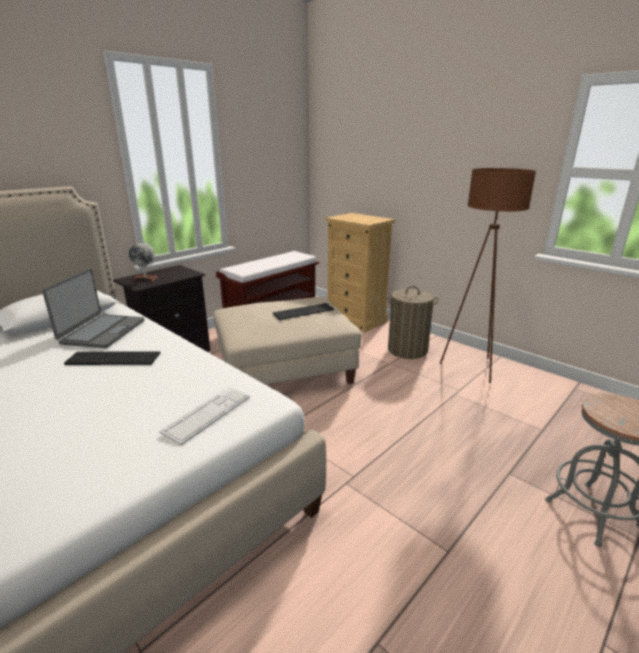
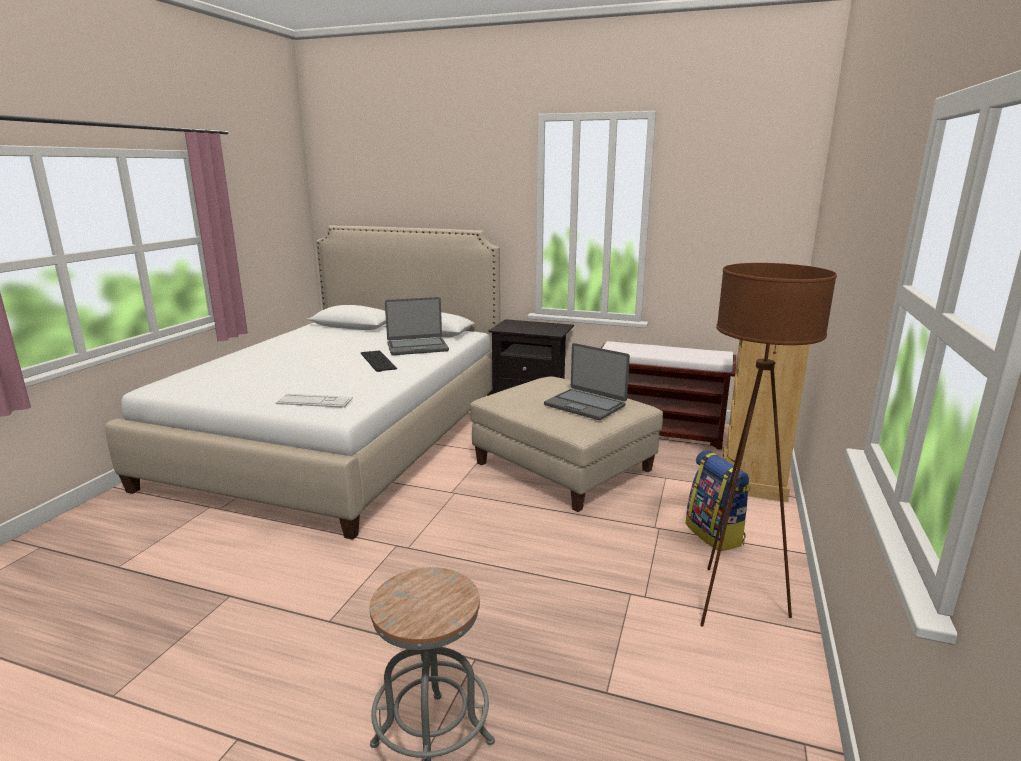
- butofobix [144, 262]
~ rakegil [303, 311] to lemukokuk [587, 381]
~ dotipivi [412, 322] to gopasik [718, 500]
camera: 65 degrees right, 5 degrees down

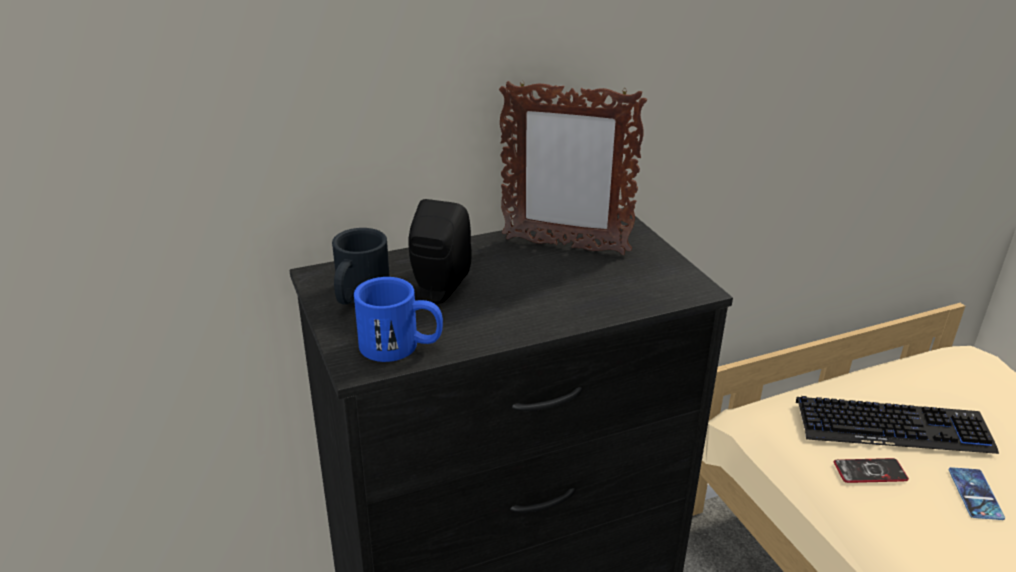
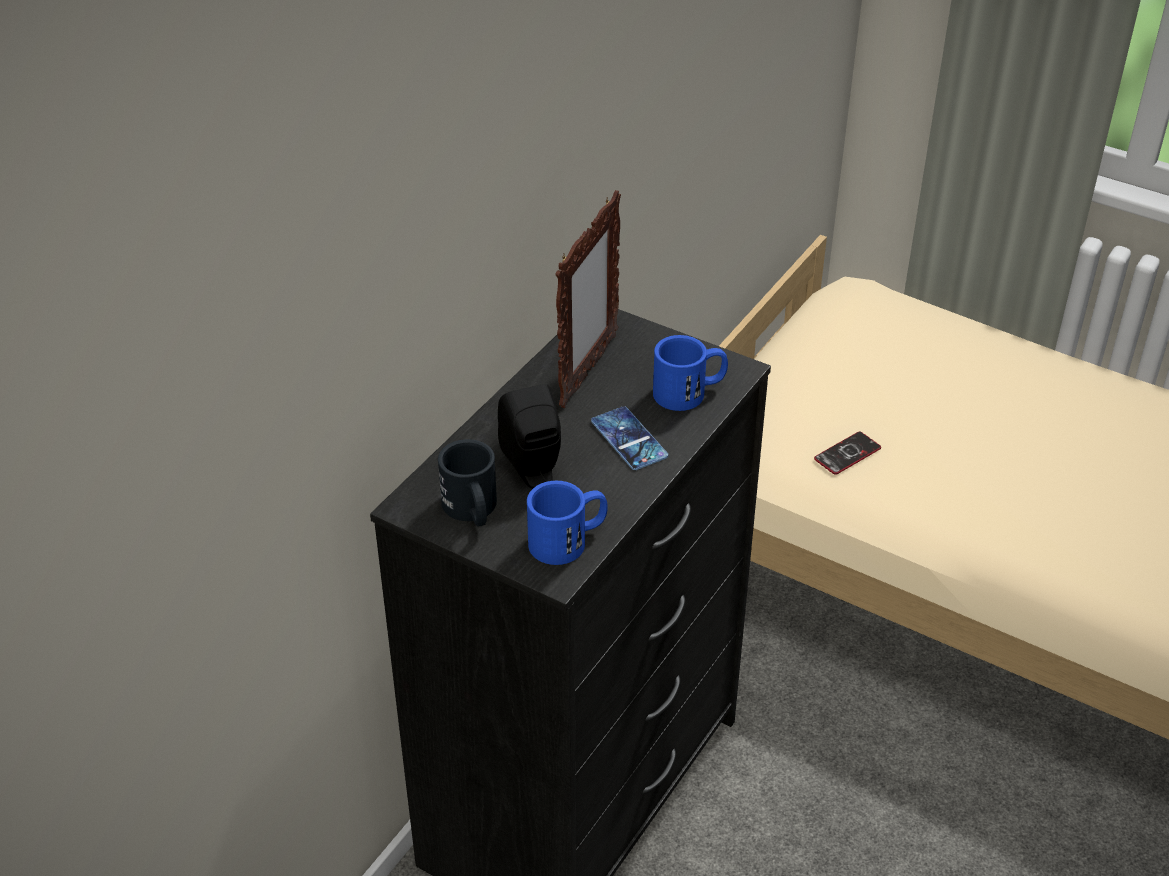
- rakegil [897, 425]
+ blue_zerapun [690, 373]
~ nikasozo [976, 493] to [629, 438]
~ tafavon [573, 167] = [588, 299] 45 degrees counterclockwise
camera: 35 degrees left, 10 degrees up

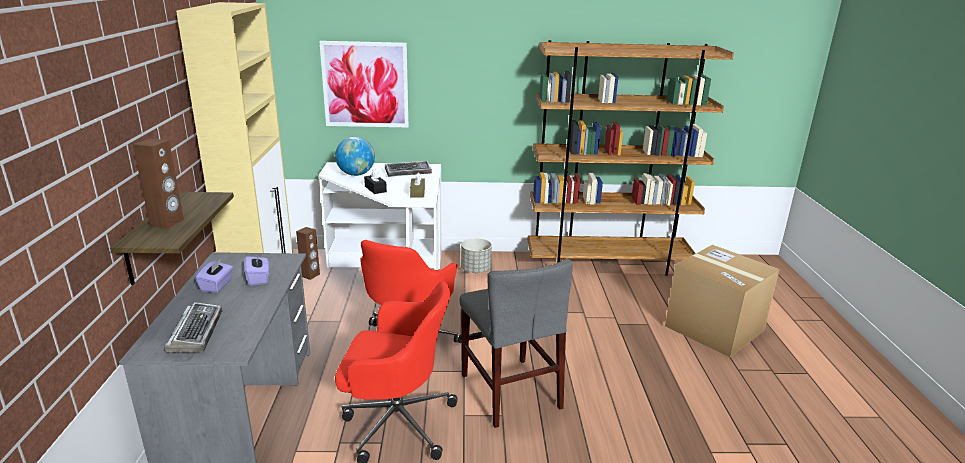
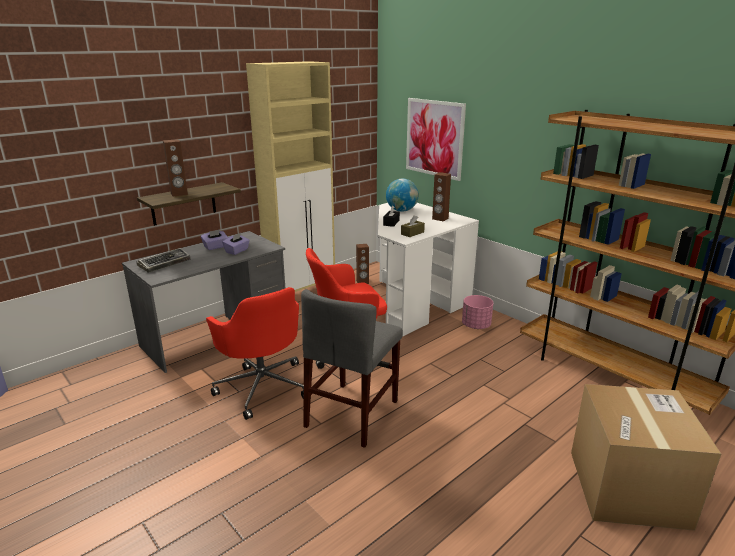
~ rakegil [408, 168] to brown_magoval [441, 197]
~ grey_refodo [476, 255] to pink_refodo [477, 312]
camera: 50 degrees right, 0 degrees up

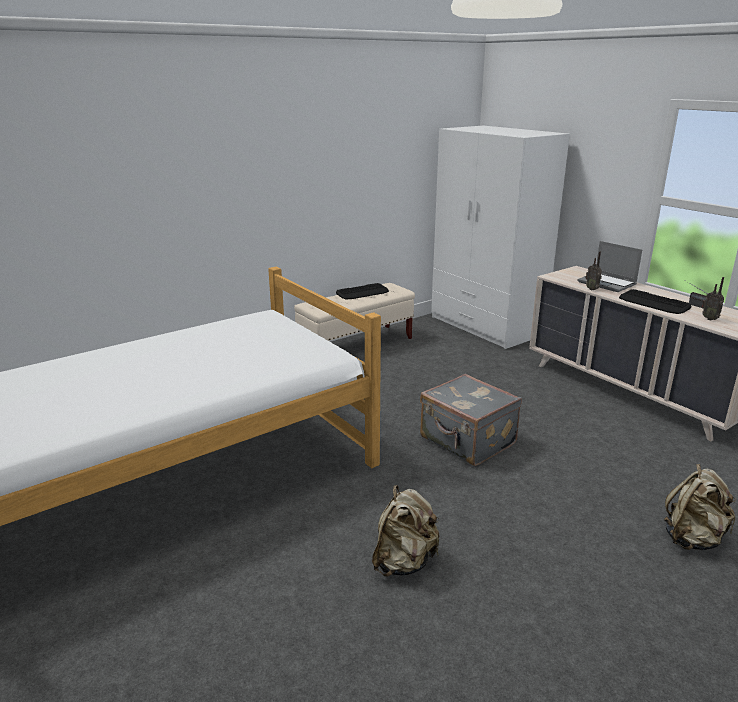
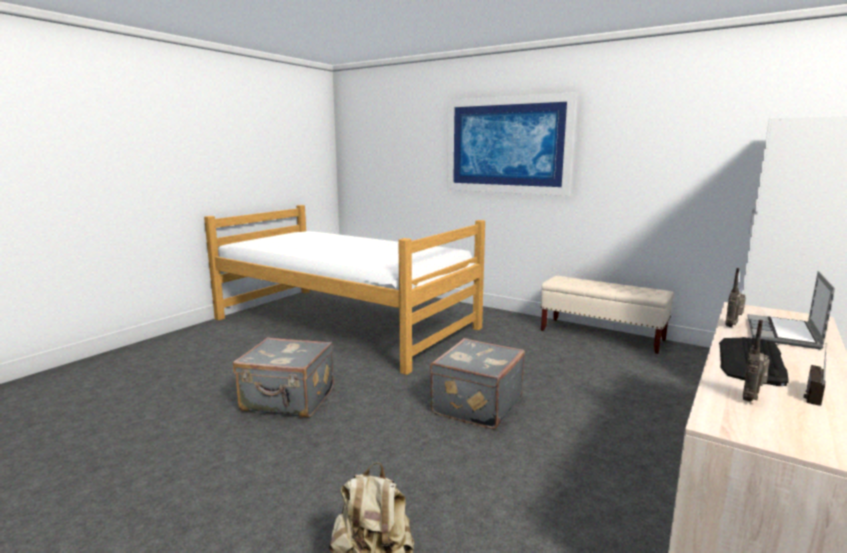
- rakegil [362, 291]
+ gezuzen [512, 144]
~ beige_gopasik [405, 531] to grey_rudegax [283, 377]
camera: 70 degrees right, 10 degrees down

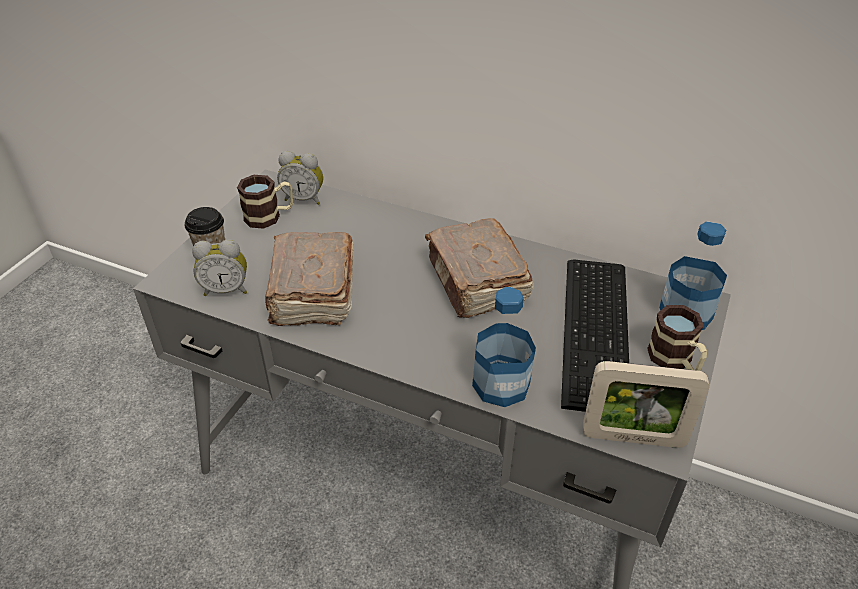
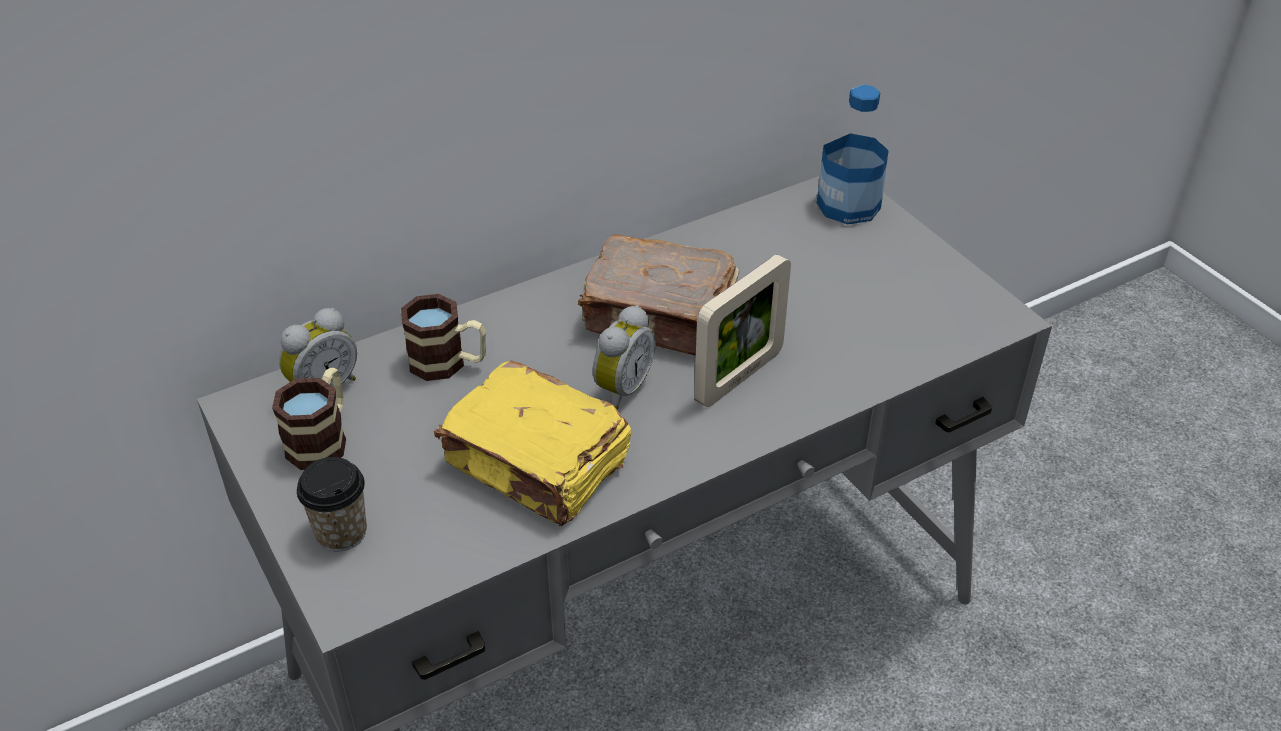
- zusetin [504, 347]
- rakegil [595, 335]
~ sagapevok [219, 267] to [624, 357]
~ tafavon [646, 404] to [742, 331]
~ zerapun [677, 338] to [443, 337]
~ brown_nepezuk [309, 279] to yellow_nepezuk [532, 443]
camera: 55 degrees left, 0 degrees up

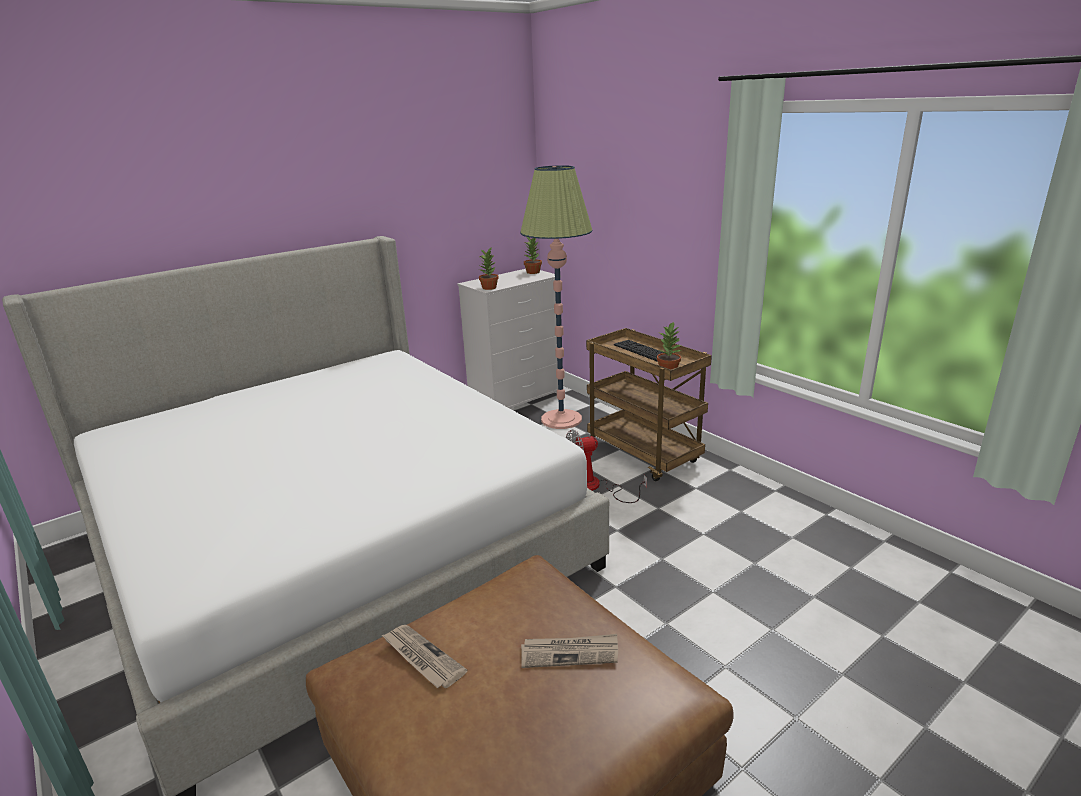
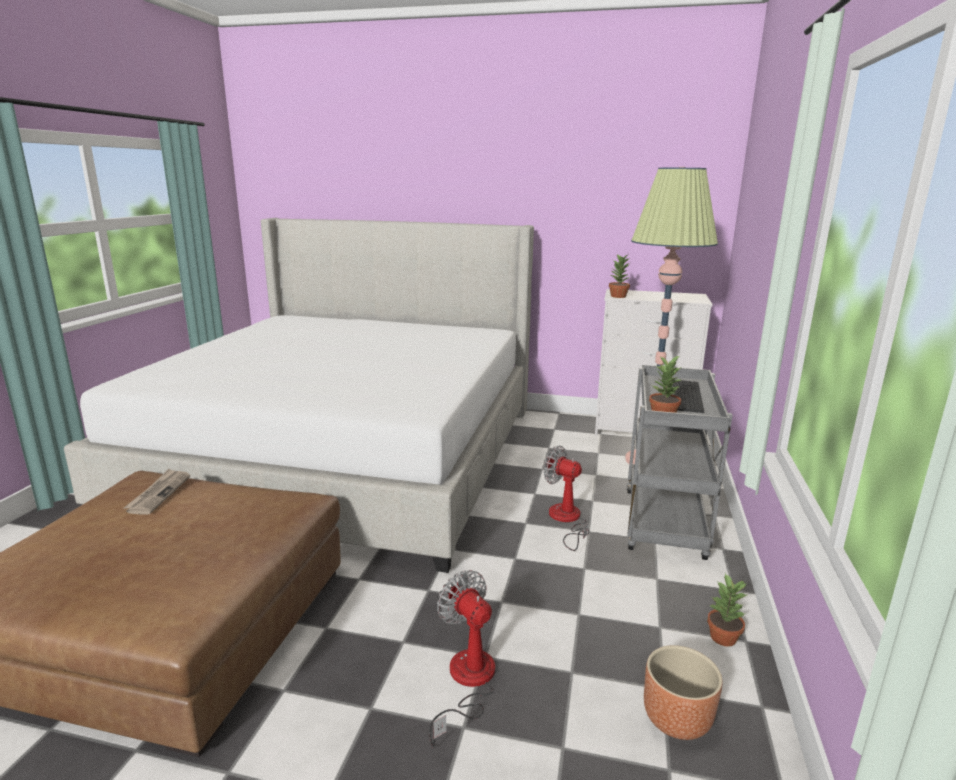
- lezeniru [569, 651]
+ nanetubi [462, 658]
+ brown_refodo [683, 692]
~ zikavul [533, 255] to [727, 610]
~ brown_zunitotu [649, 404] to grey_zunitotu [680, 462]
camera: 50 degrees right, 5 degrees down

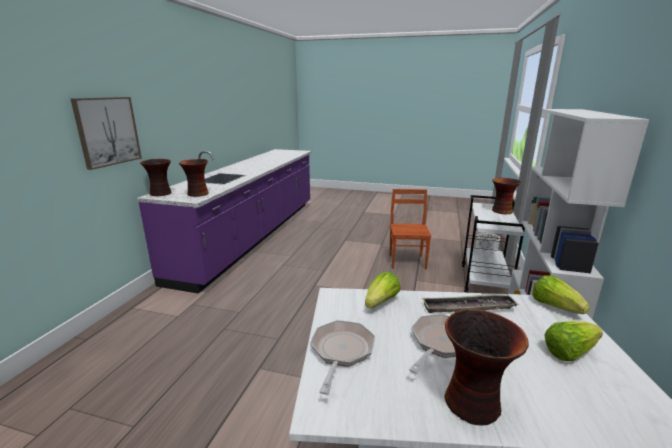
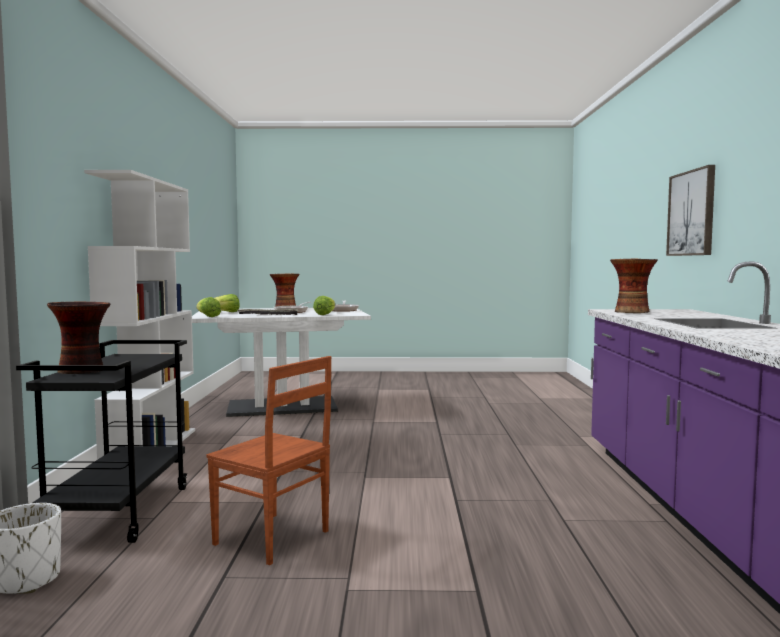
- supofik [156, 177]
~ white_zunitotu [493, 244] to black_zunitotu [102, 441]
~ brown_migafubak [410, 229] = [268, 460] 45 degrees counterclockwise
camera: 165 degrees right, 15 degrees down

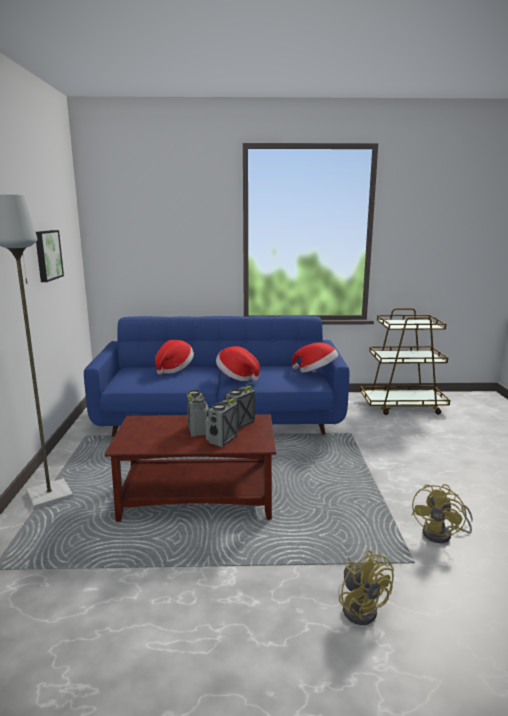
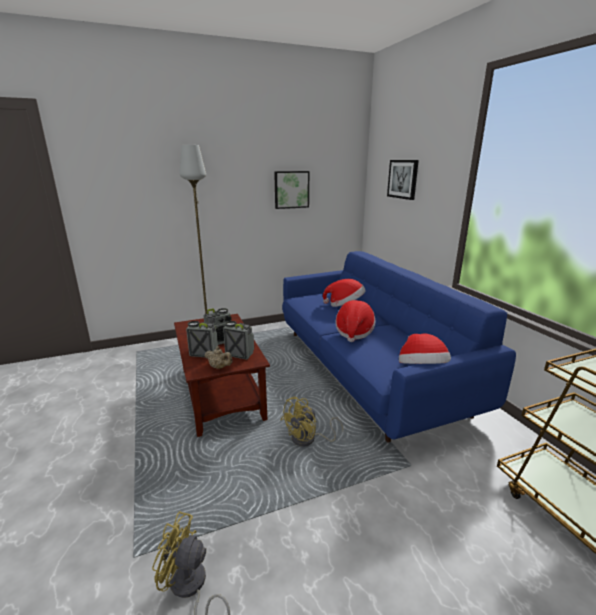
+ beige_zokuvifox [219, 357]
+ gezuzen [403, 180]
~ yellow_nanetubi [366, 587] to [312, 422]
camera: 70 degrees right, 5 degrees up

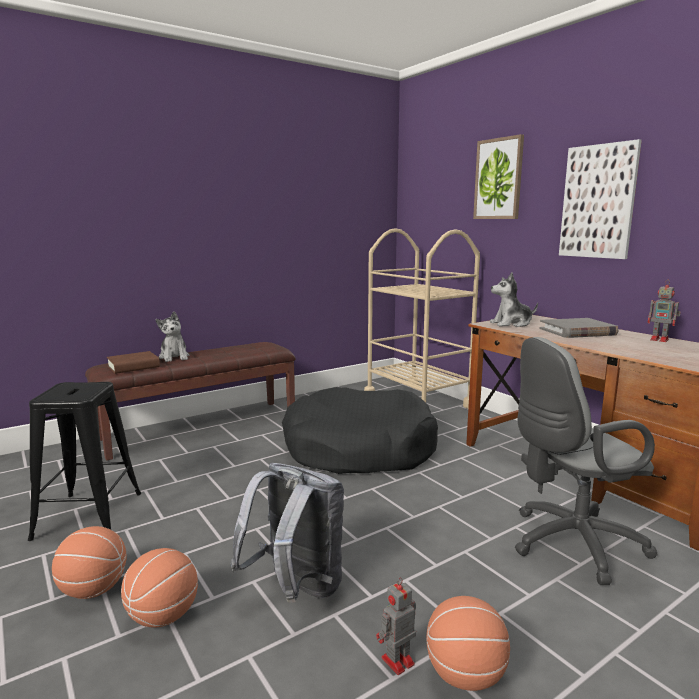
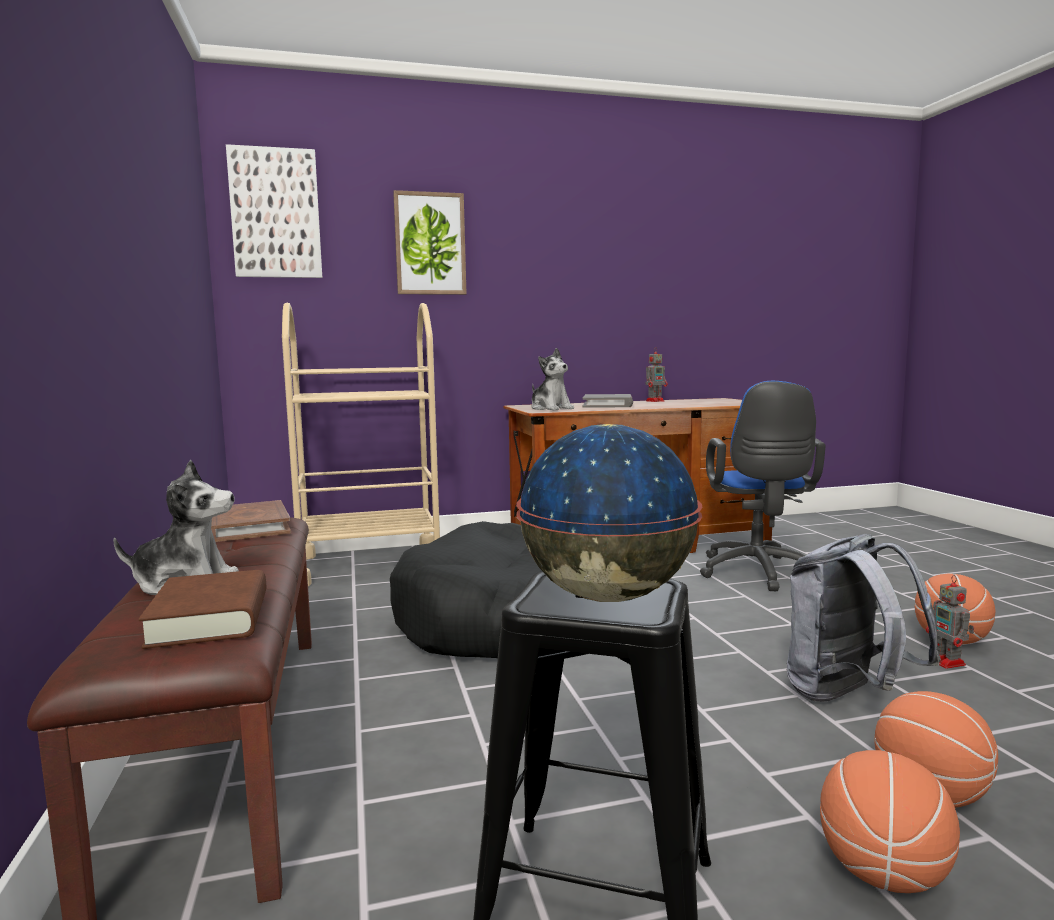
+ brown_nepezuk [251, 521]
+ butofobix [609, 513]
~ gezuzen [600, 199] to [274, 211]
~ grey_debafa [586, 461] to blue_debafa [763, 486]
~ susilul [514, 299] = [553, 379] 45 degrees counterclockwise
camera: 70 degrees left, 5 degrees down

